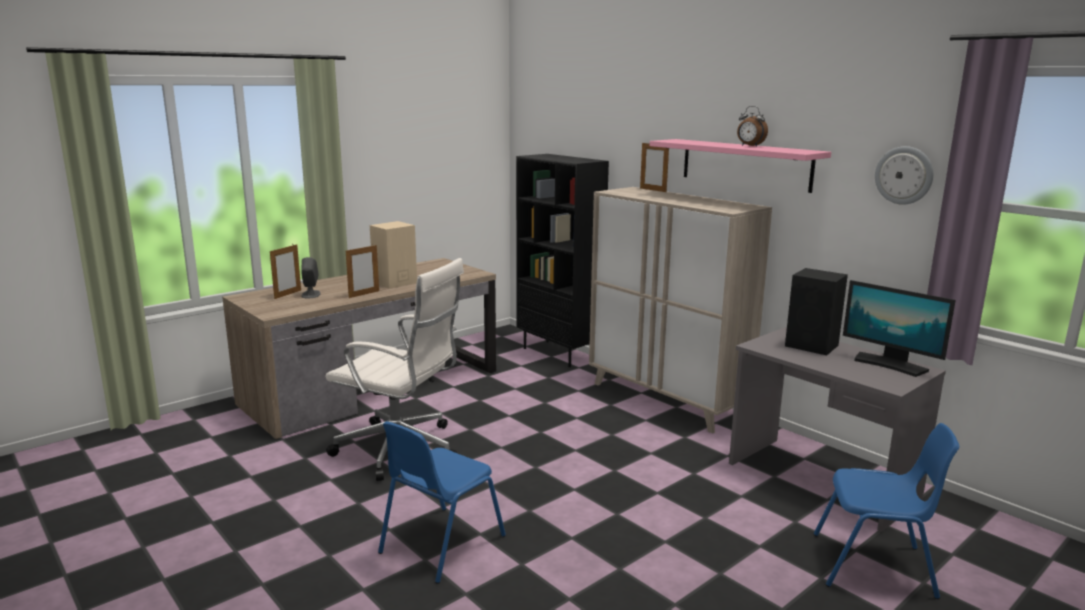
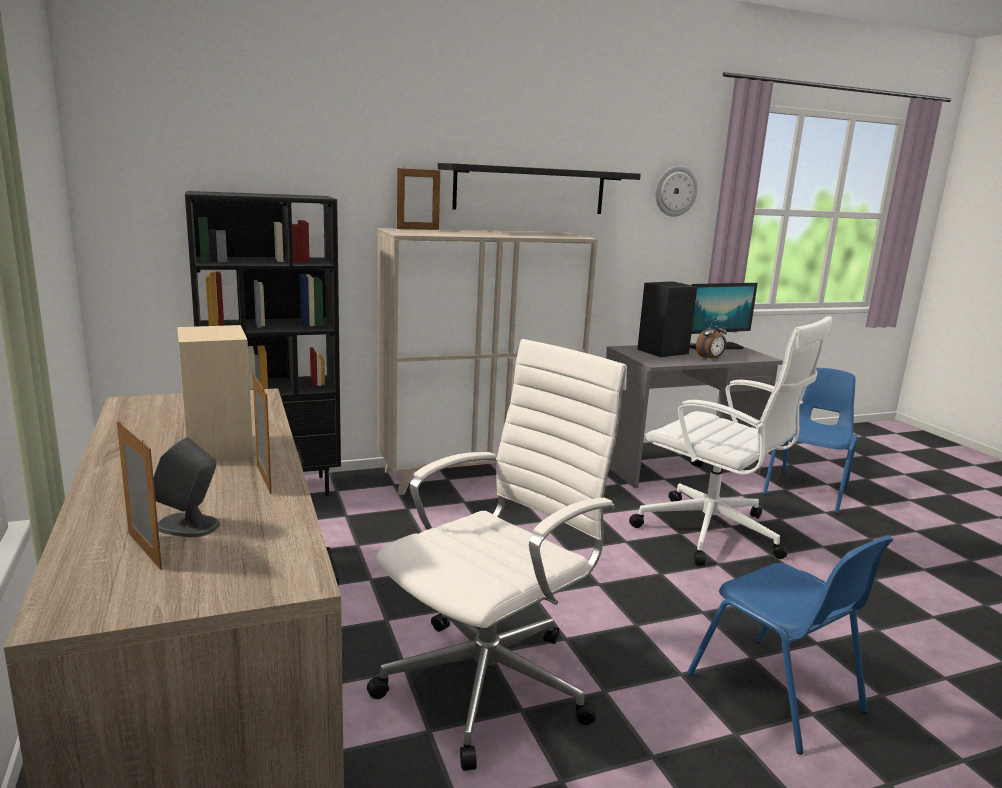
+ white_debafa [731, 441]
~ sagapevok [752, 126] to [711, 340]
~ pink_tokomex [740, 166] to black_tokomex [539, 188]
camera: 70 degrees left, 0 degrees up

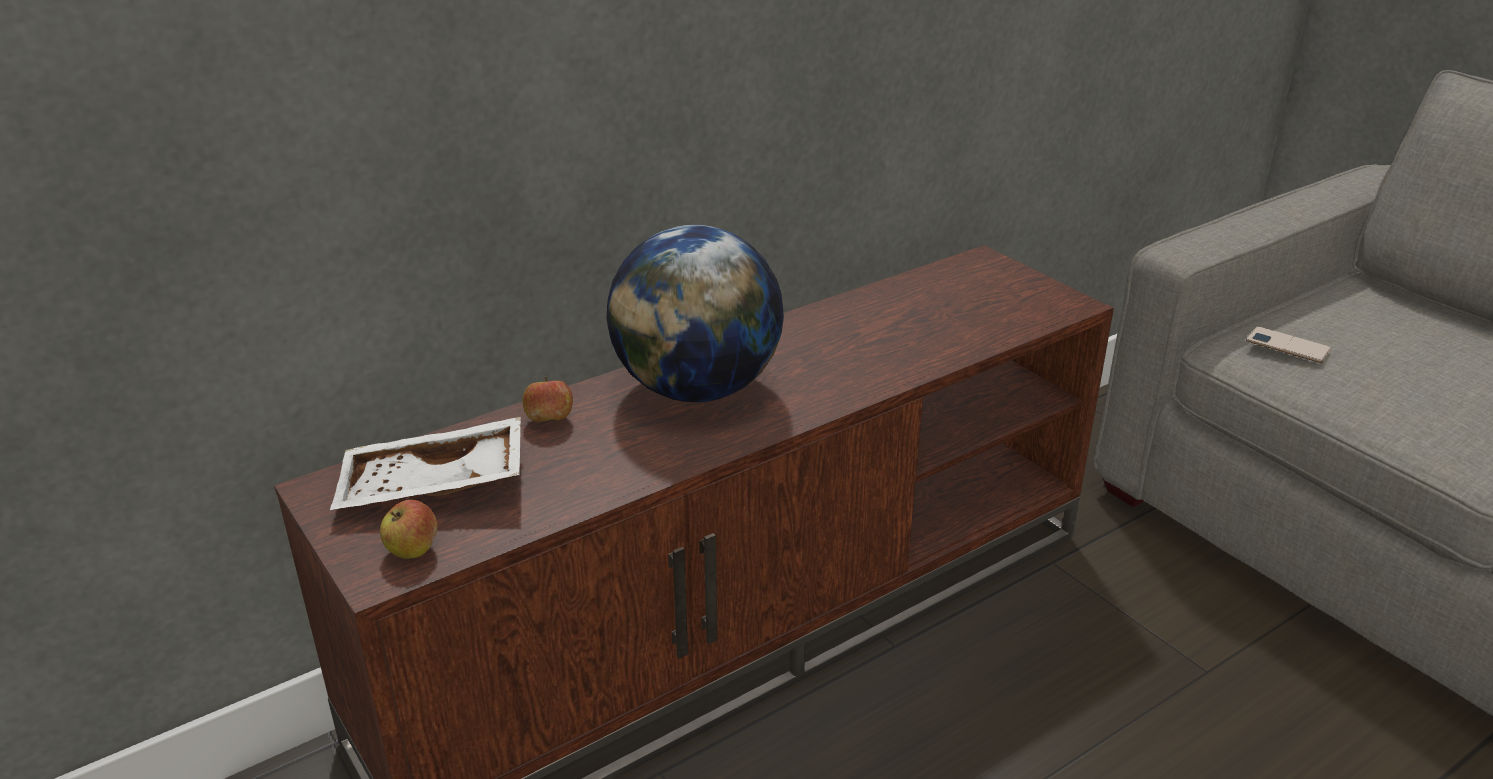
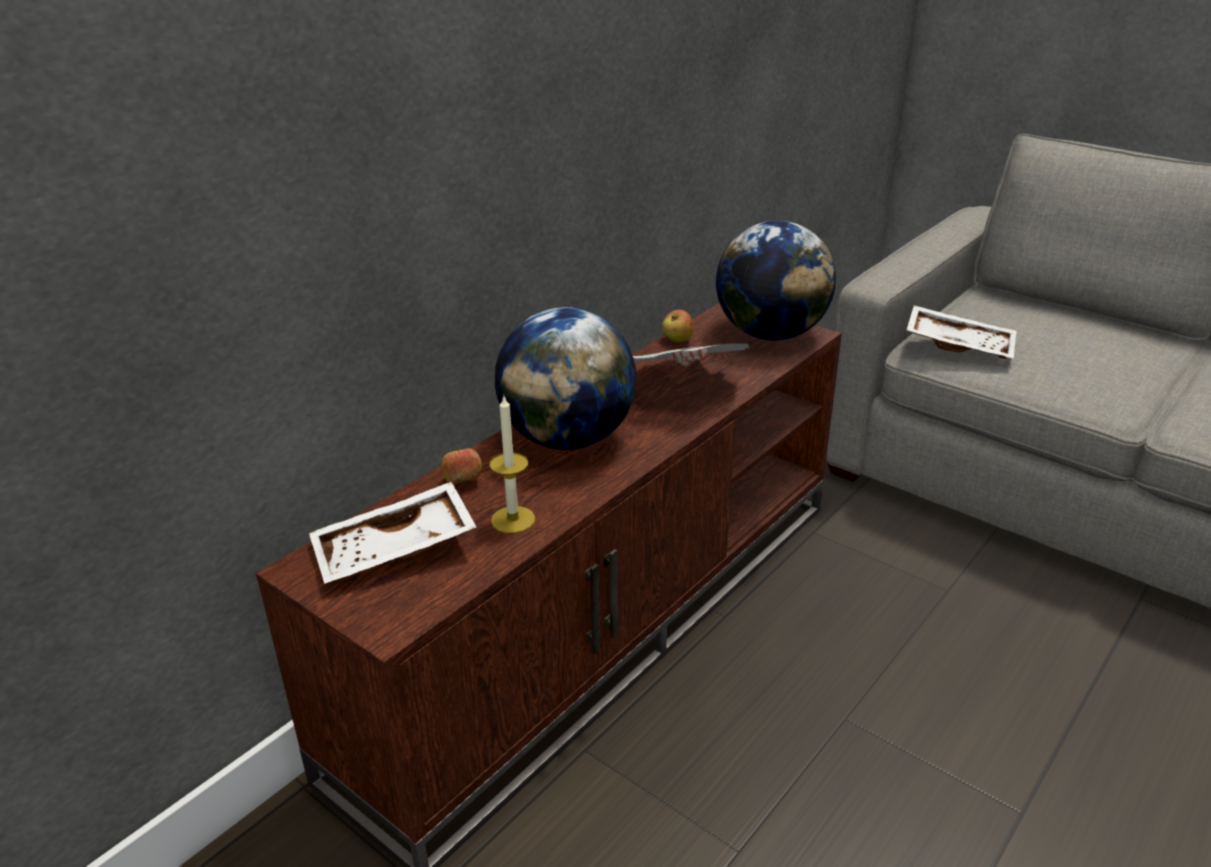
+ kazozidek [512, 464]
+ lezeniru [691, 355]
+ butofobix [776, 280]
~ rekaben [409, 529] to [678, 326]
~ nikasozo [1289, 344] to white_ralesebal [962, 332]
camera: 15 degrees left, 0 degrees up

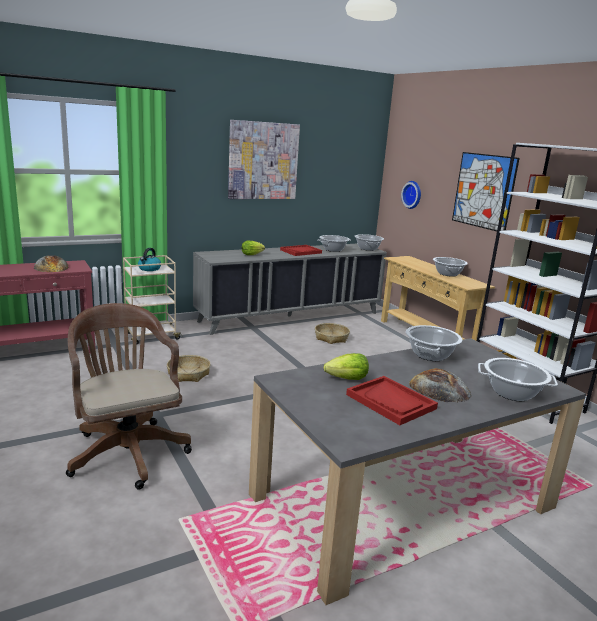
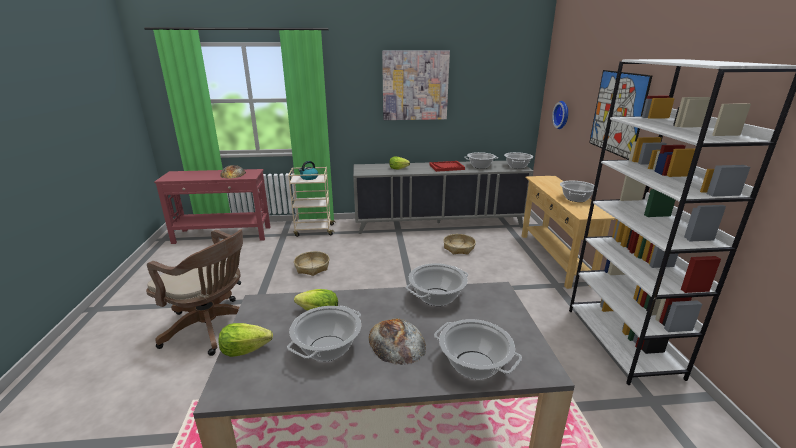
+ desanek [245, 340]
~ red_ralesebal [392, 400] to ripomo [324, 333]
~ brown_debafa [129, 396] = [194, 292] 120 degrees clockwise
camera: 25 degrees right, 5 degrees up

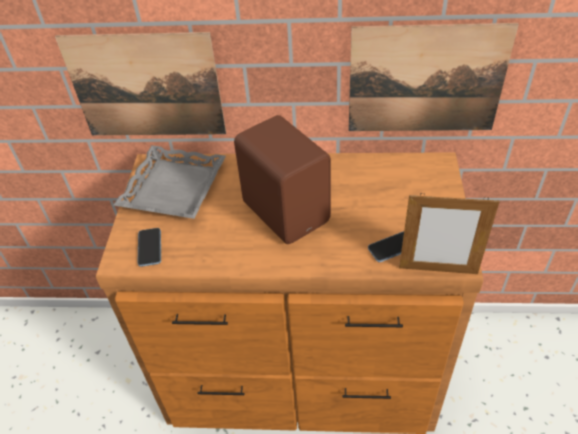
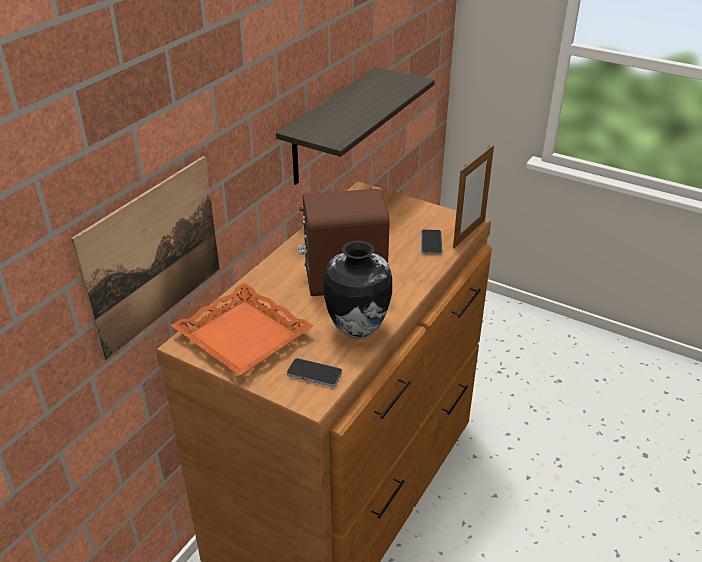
+ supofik [358, 289]
~ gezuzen [433, 77] to tokomex [355, 126]
~ grey_ralesebal [170, 182] to orange_ralesebal [242, 329]
camera: 65 degrees left, 10 degrees down

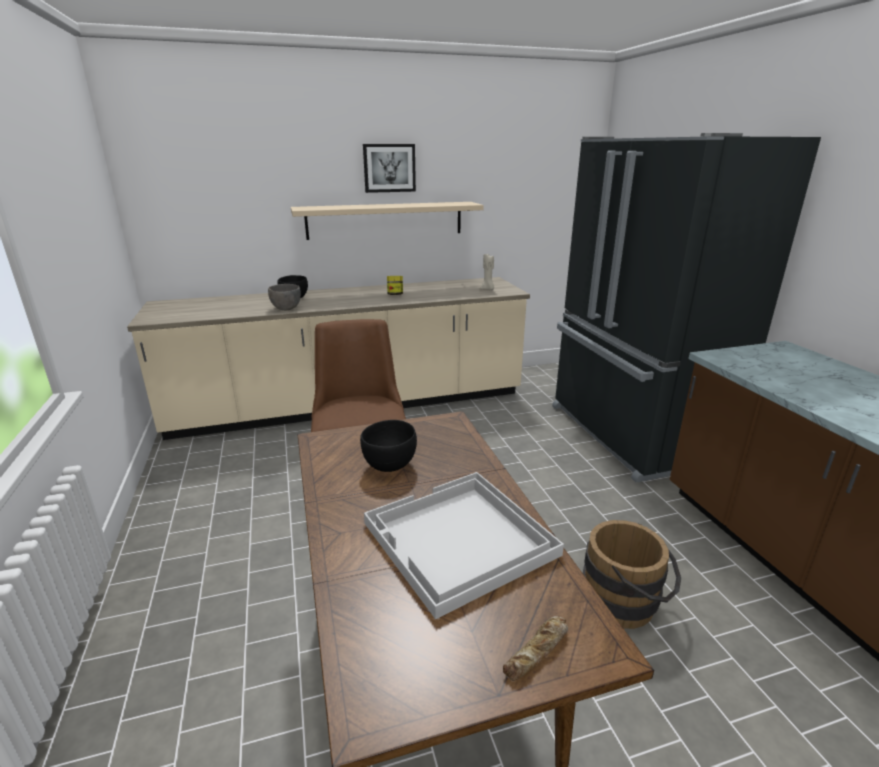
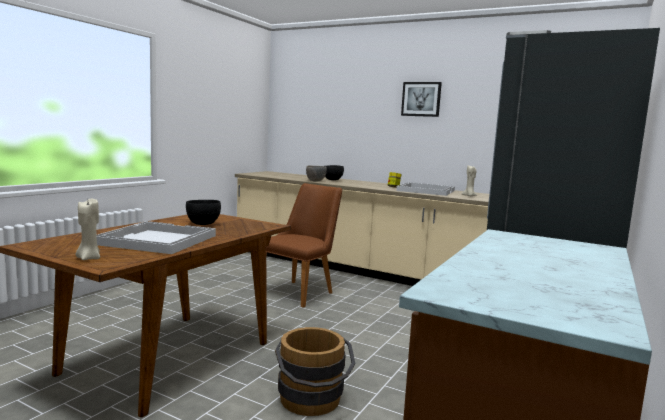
- beige_tokomex [387, 221]
+ white_ralesebal [425, 189]
~ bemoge [535, 648] to beige_kazozidek [87, 229]
camera: 45 degrees right, 15 degrees down

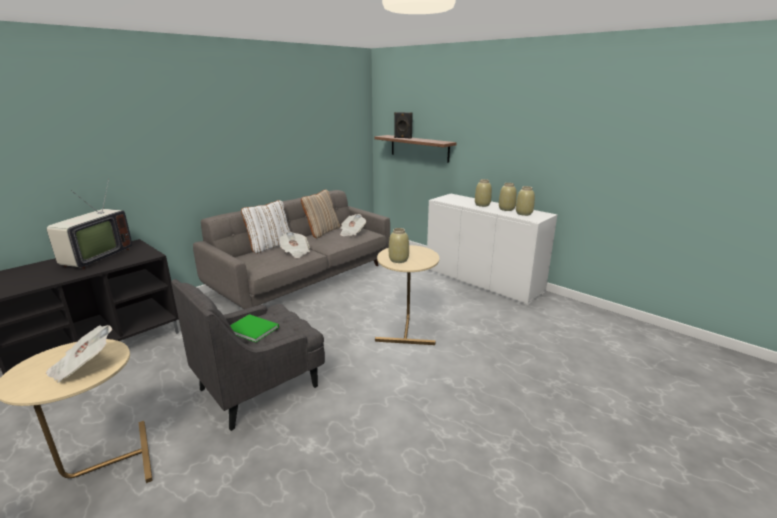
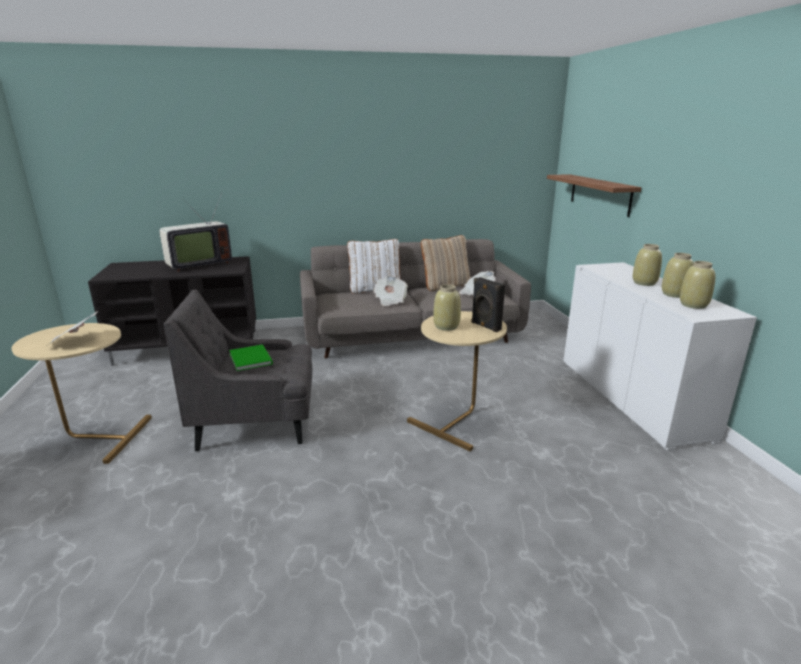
~ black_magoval [403, 125] to [488, 304]
camera: 35 degrees right, 0 degrees up

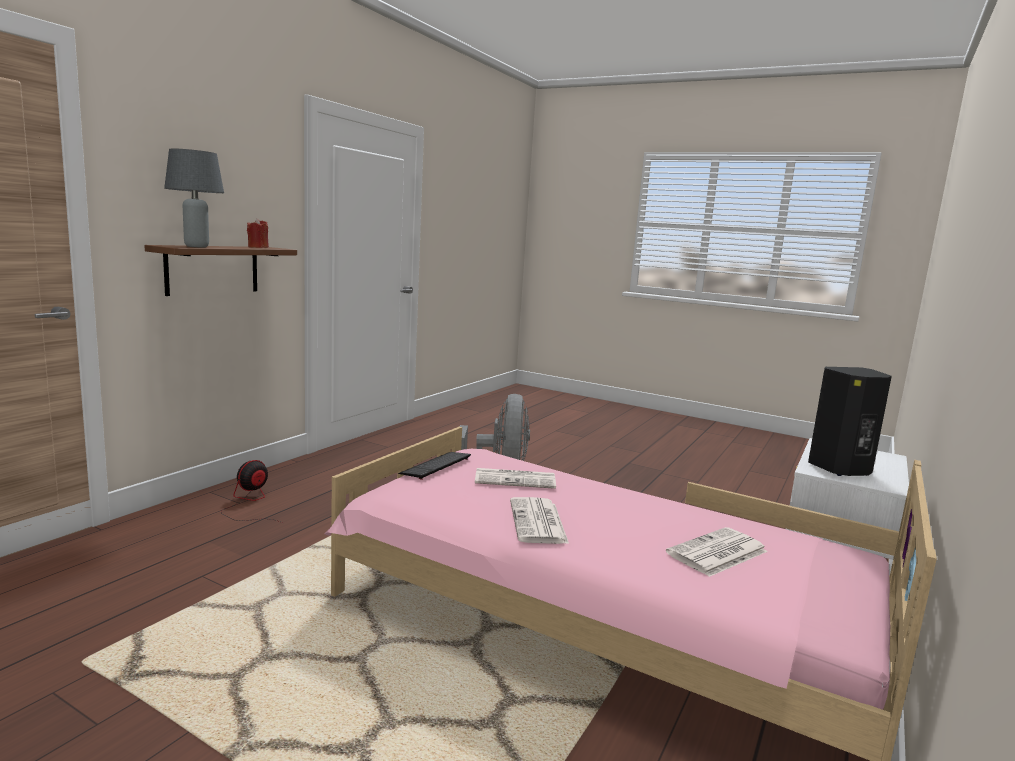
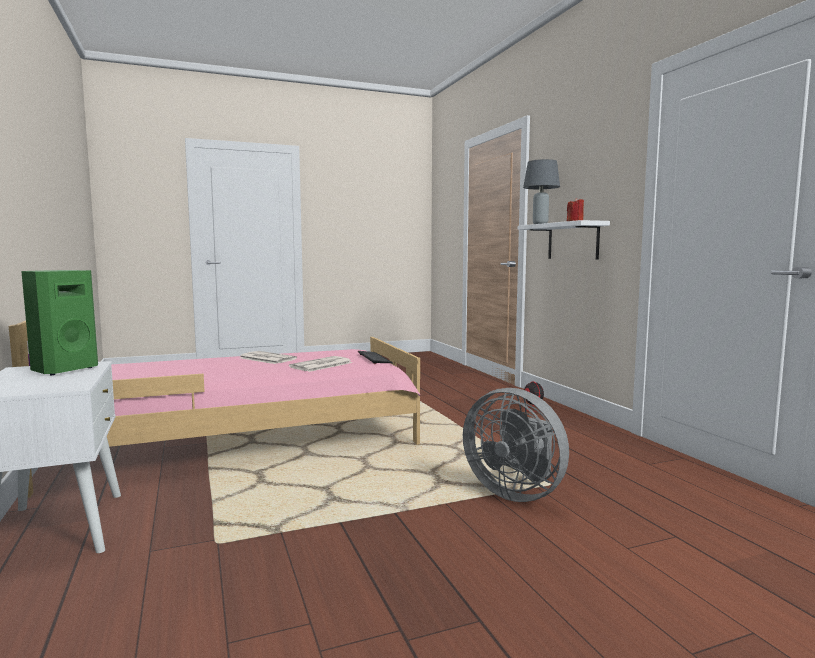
- lezeniru [717, 552]
~ brown_tokomex [220, 270] to white_tokomex [564, 239]
~ black_magoval [850, 421] to green_magoval [59, 322]
camera: 130 degrees right, 5 degrees down

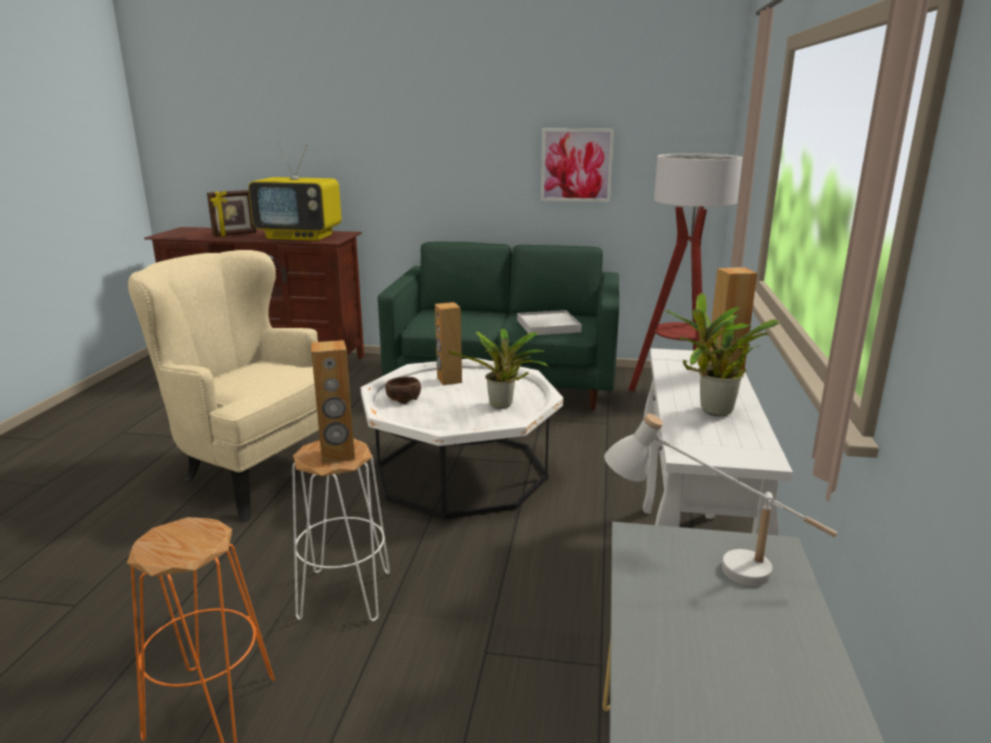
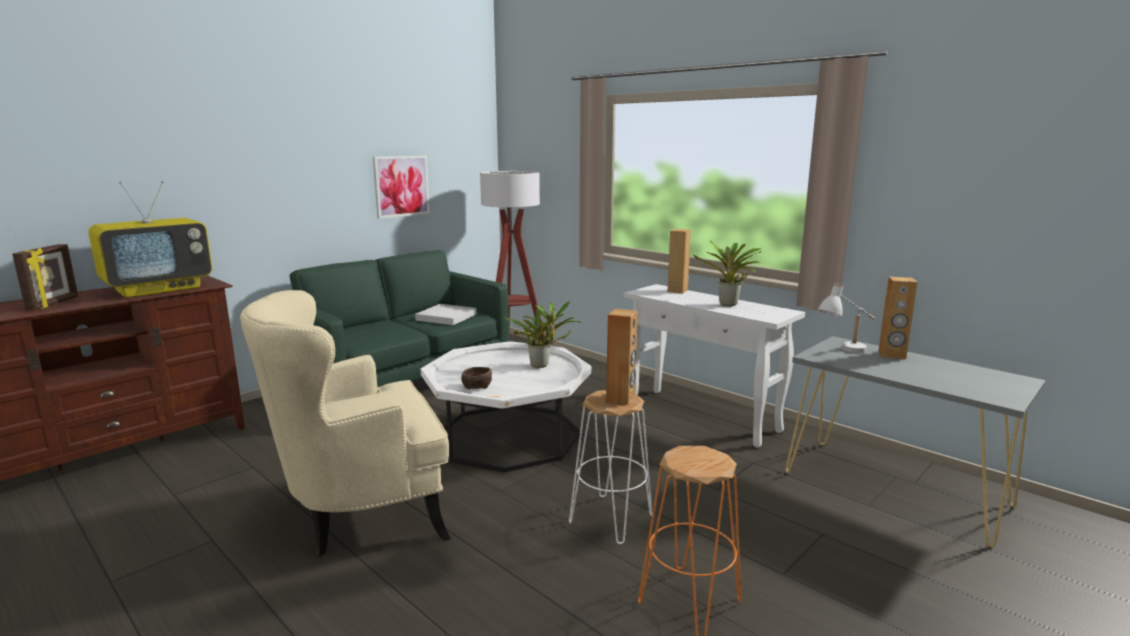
~ brown_magoval [448, 343] to [898, 318]
camera: 55 degrees left, 5 degrees down

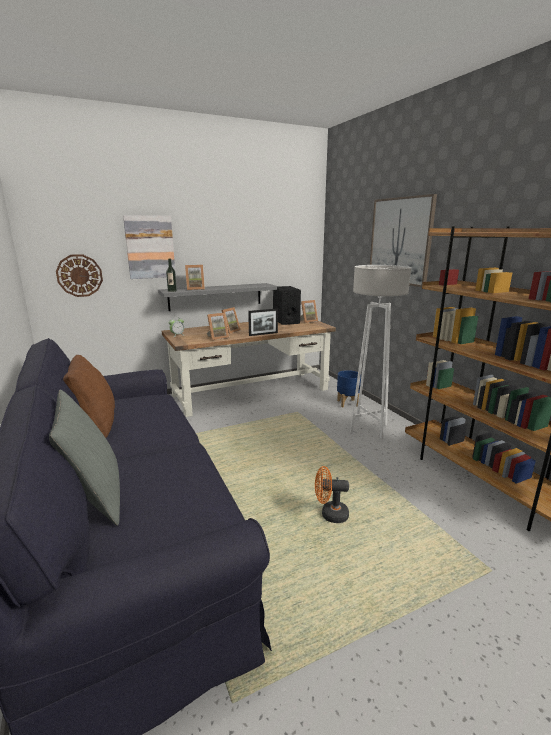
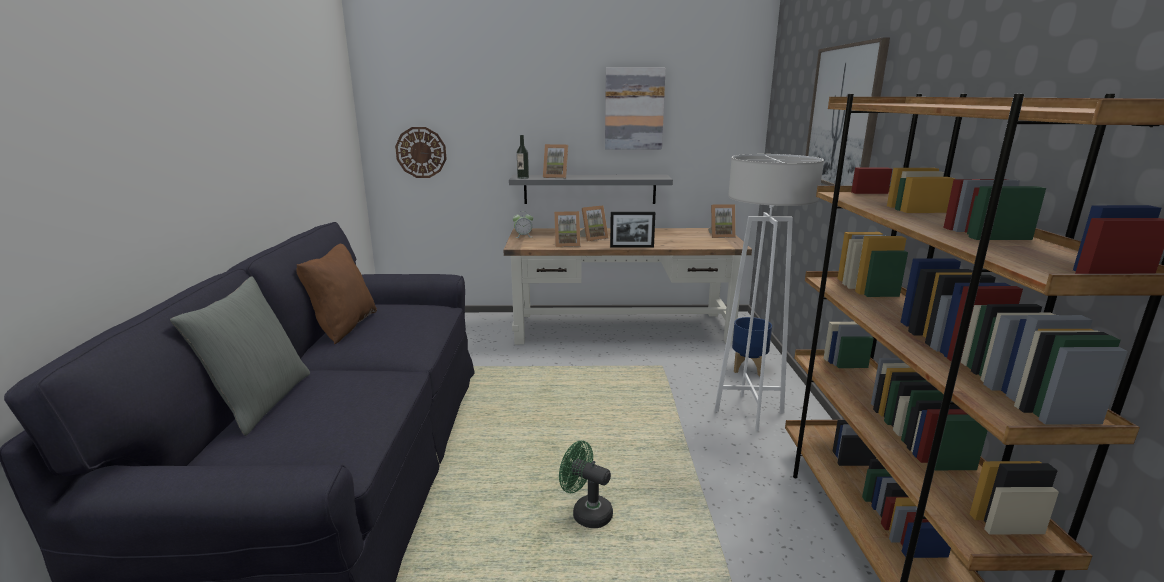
- black_magoval [287, 305]
~ gezuzen [149, 247] to [635, 108]
~ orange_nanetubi [332, 494] to green_nanetubi [586, 484]
camera: 25 degrees right, 0 degrees up

